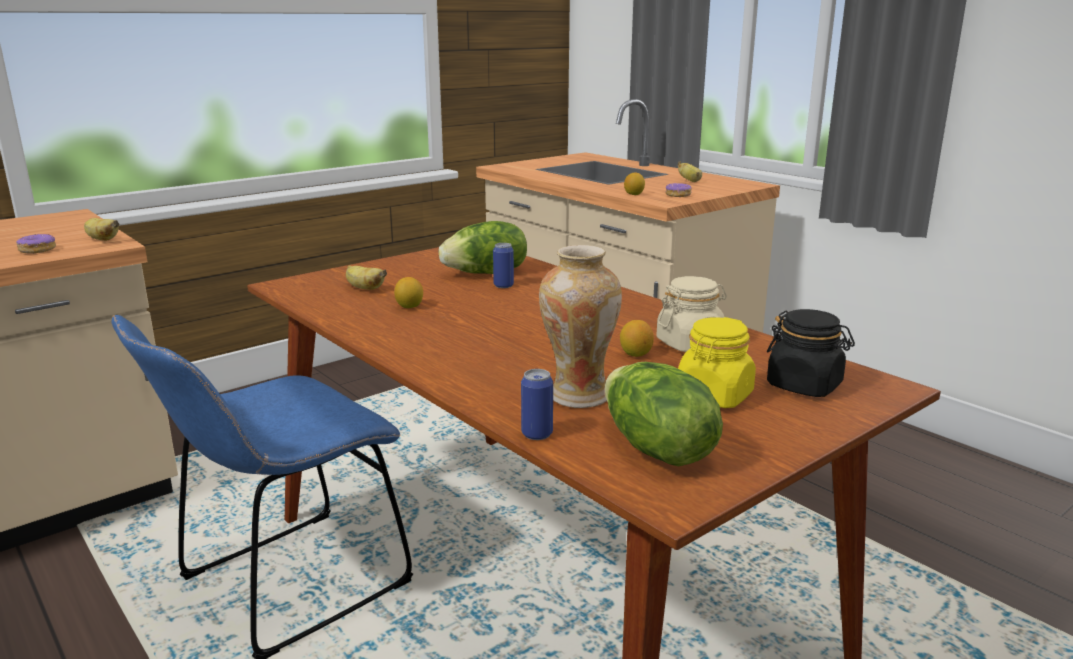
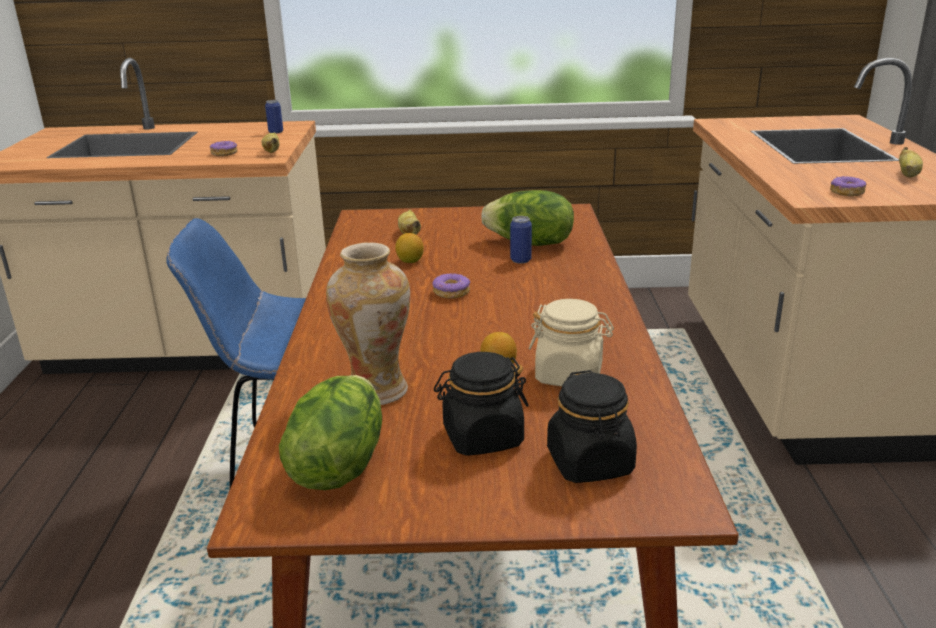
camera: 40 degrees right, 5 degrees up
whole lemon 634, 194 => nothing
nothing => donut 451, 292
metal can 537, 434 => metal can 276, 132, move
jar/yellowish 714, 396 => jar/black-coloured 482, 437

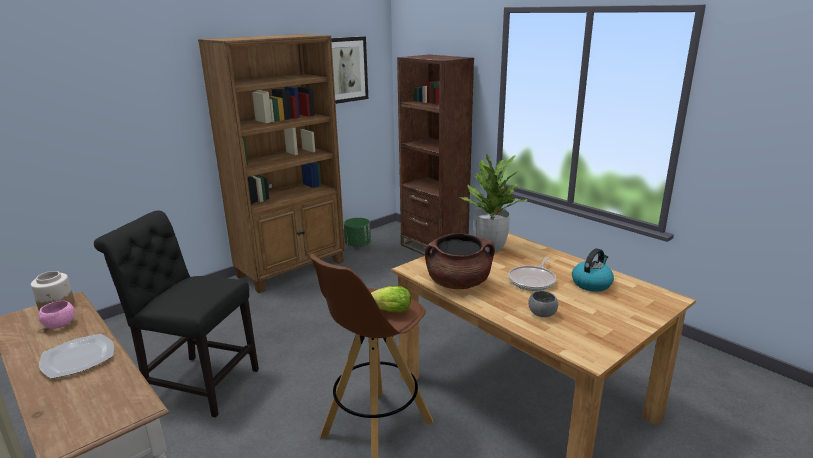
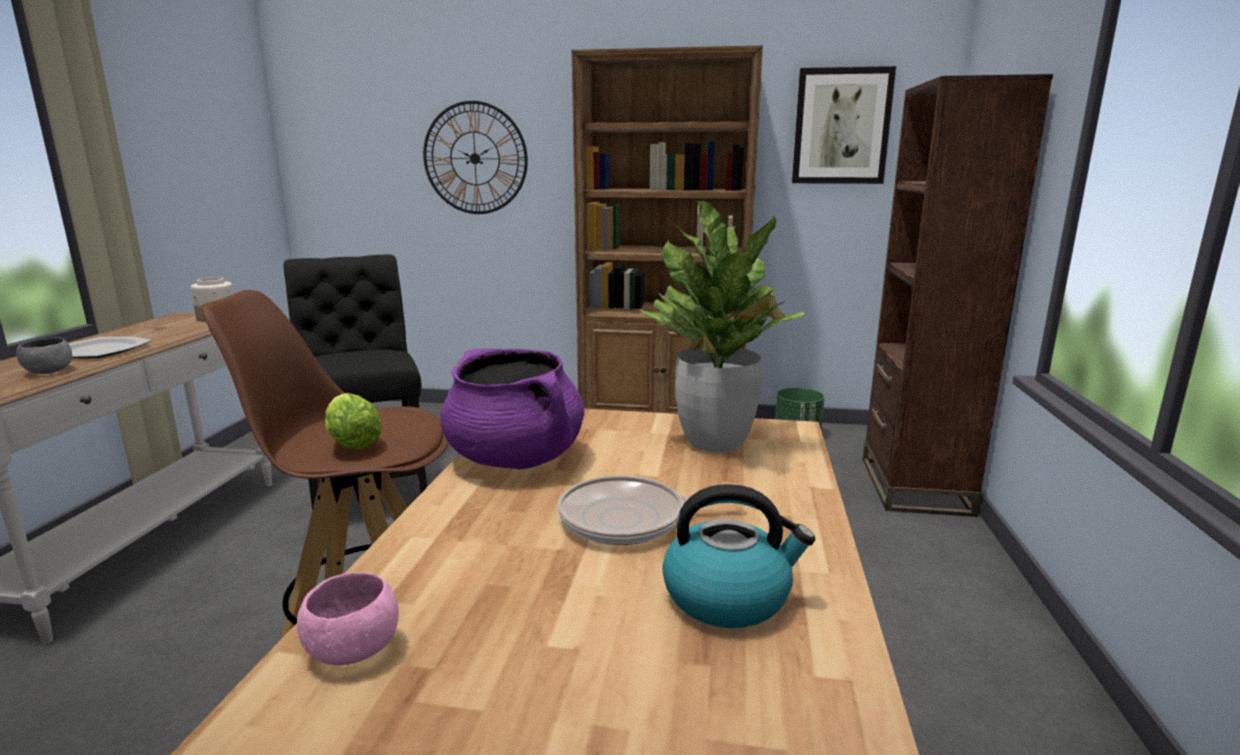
camera: 50 degrees right, 5 degrees down
nothing => clock on the wall 475, 158
bowl/pinkish 60, 325 => bowl/pinkish 353, 649, move
bowl/gray 542, 314 => bowl/gray 49, 372, move
stockpot/brown-coloured 458, 283 => stockpot/purplish 516, 458

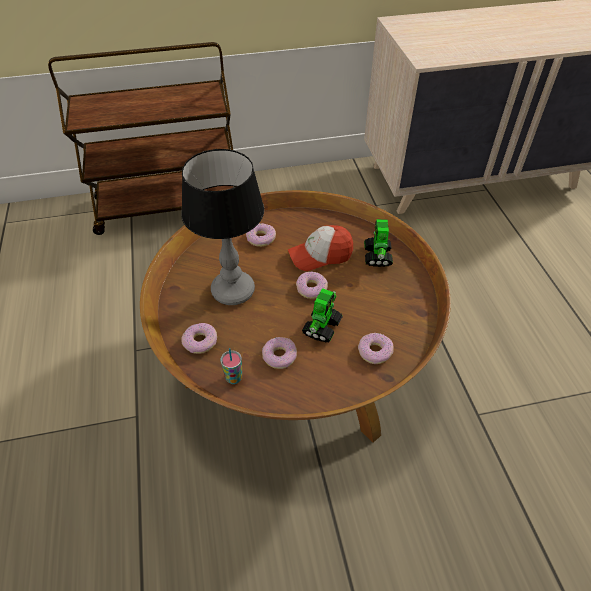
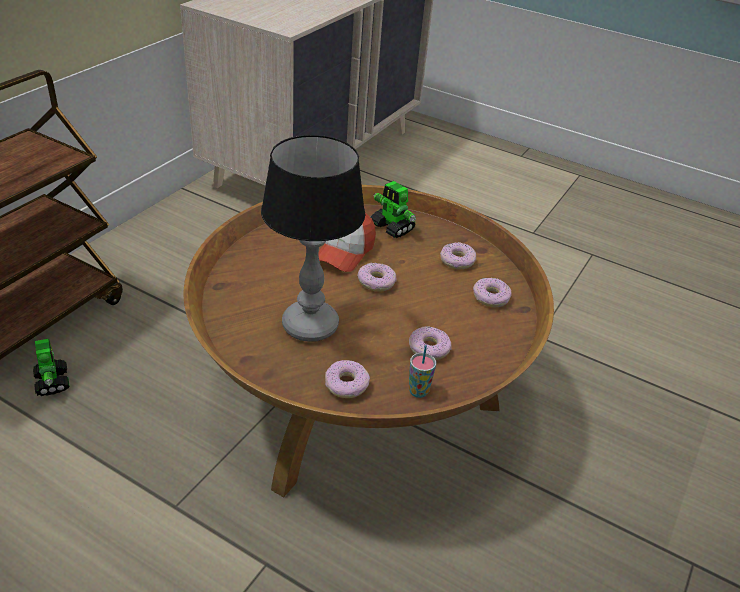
camera: 50 degrees left, 10 degrees down
donut 261, 238 => donut 457, 261, move
toy robot 322, 327 => toy robot 52, 381, move

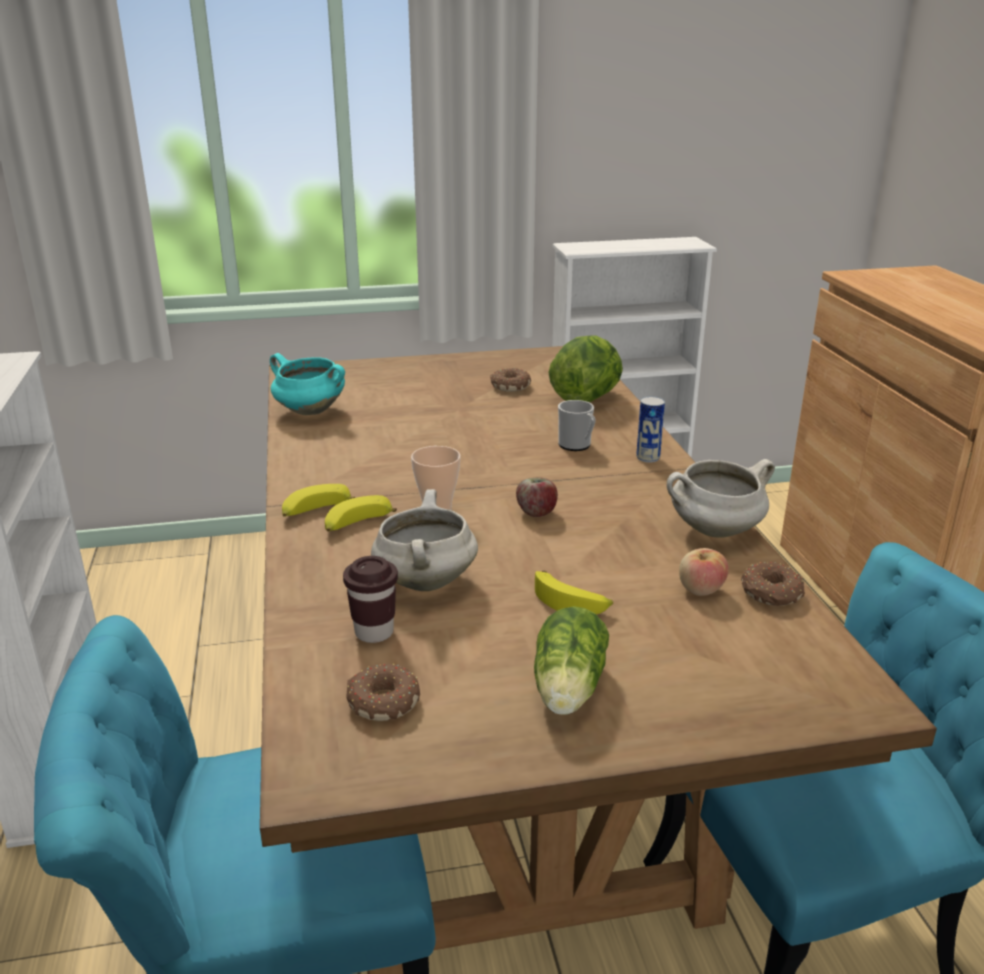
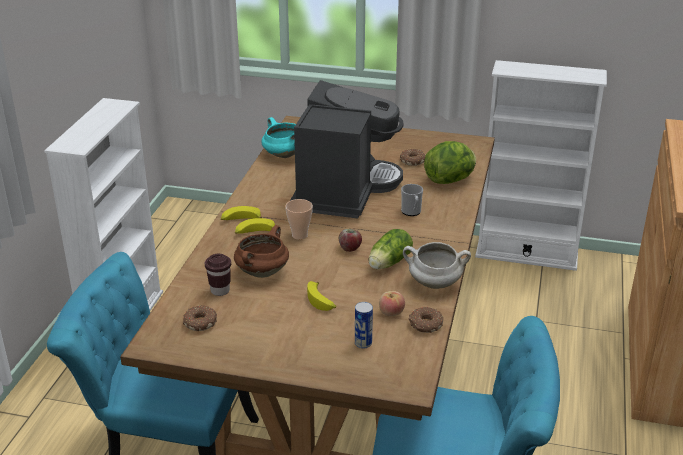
camera: 25 degrees right, 5 degrees up
nothing => coffee brewer 343, 190
head of lettuce 567, 691 => head of lettuce 388, 263, move
metal can 648, 458 => metal can 363, 343, move
stockpot/whitish 424, 581 => stockpot/brown-coloured 262, 272

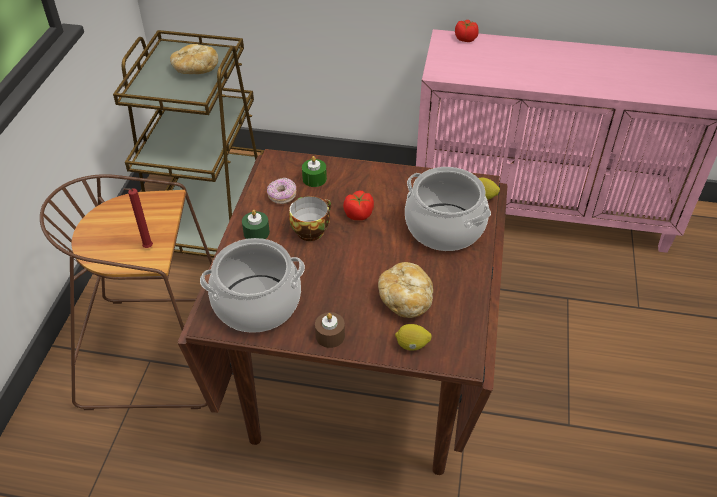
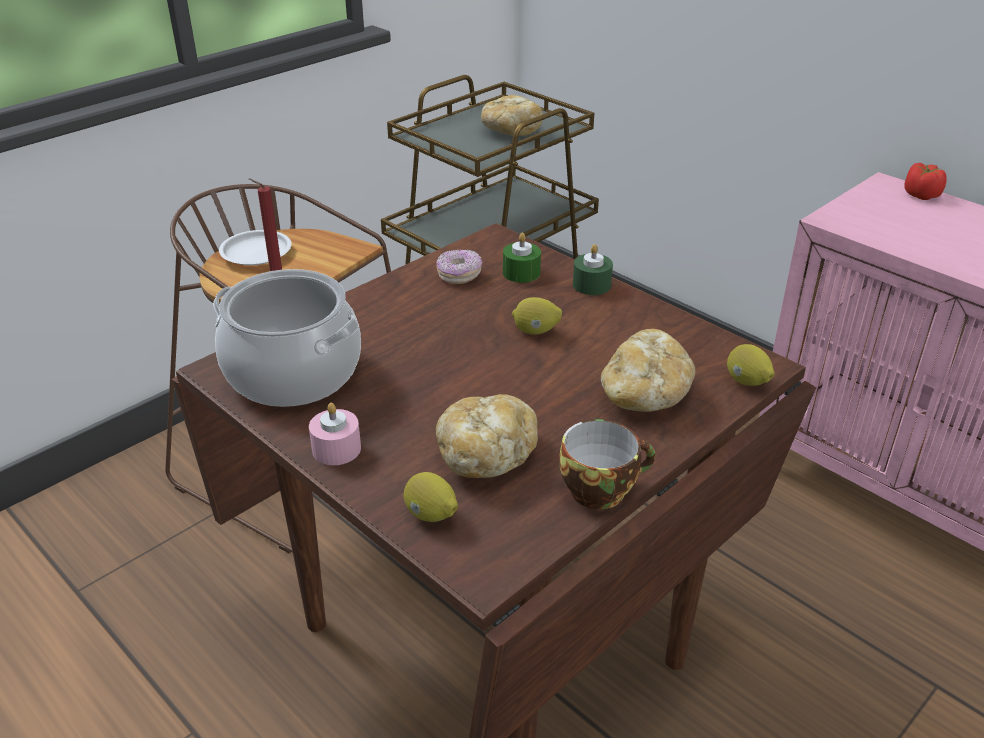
camera: 35 degrees right, 10 degrees down
nothing => flat dish/whitish 256, 252
wax light/greenish 256, 232 => wax light/greenish 591, 285, move
small cup 311, 230 => small cup 601, 488, move
whole tomato 359, 214 => whole lemon 536, 331
stockpot 445, 227 => bakery bread 645, 394
wax light/brown-coloured 330, 336 => wax light/pinkish 336, 449

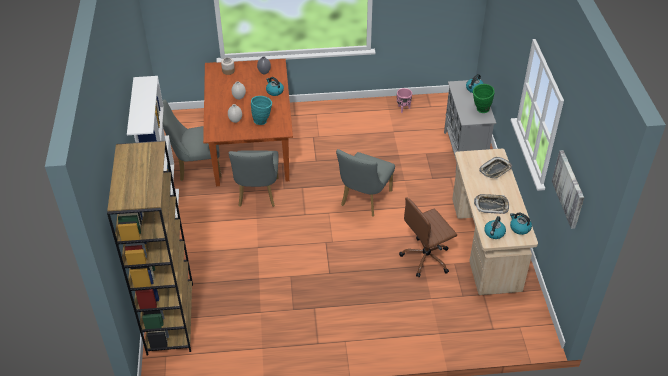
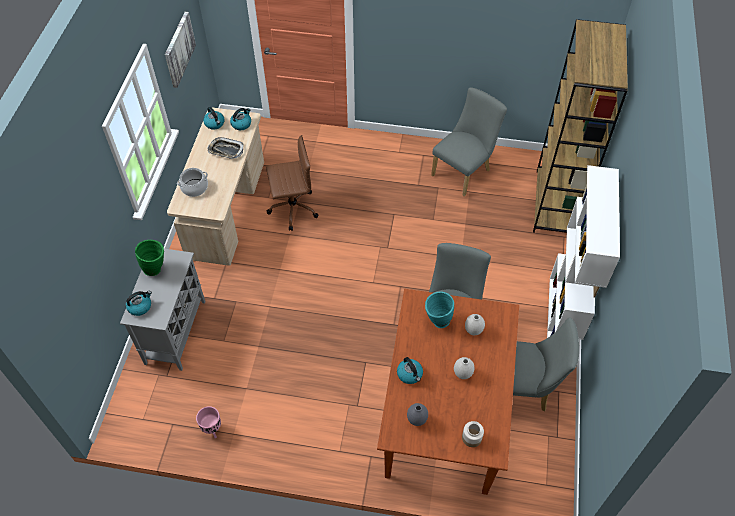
camera: 165 degrees left, 10 degrees up
upright chair/gray 364, 200 => upright chair/gray 464, 171, move
tray 495, 170 => stockpot 194, 187

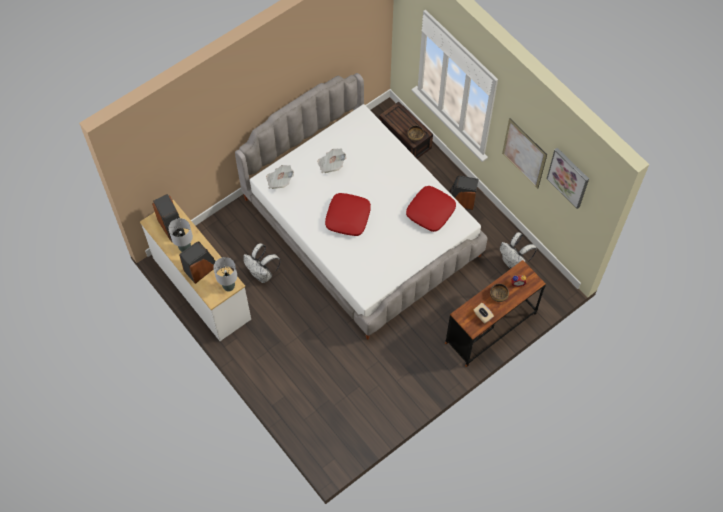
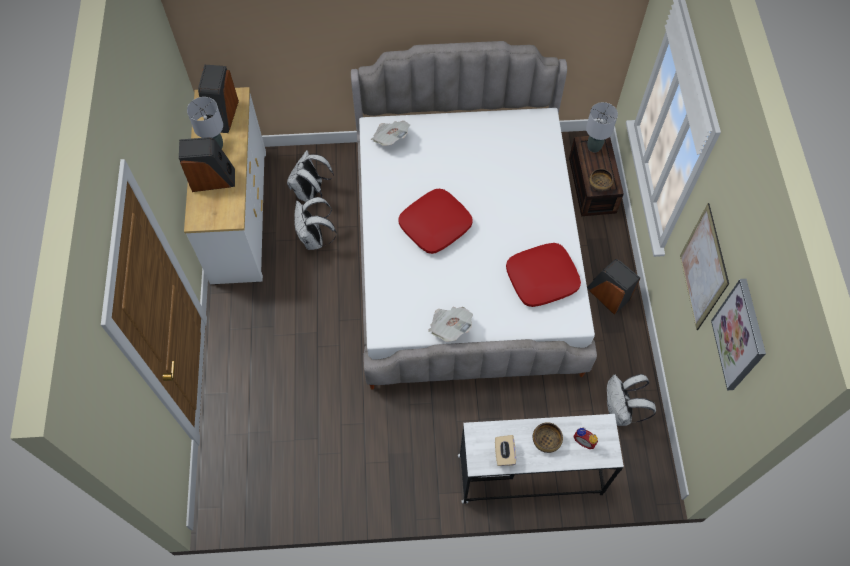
camera: 35 degrees right, 0 degrees up
nothing => knapsack/whitish 311, 193
lamp for a table/gray 228, 287 => lamp for a table/gray 593, 147, move
printed paper 331, 164 => printed paper 449, 327, move
desk/brown-coloured 490, 328 => desk/whitish 529, 475

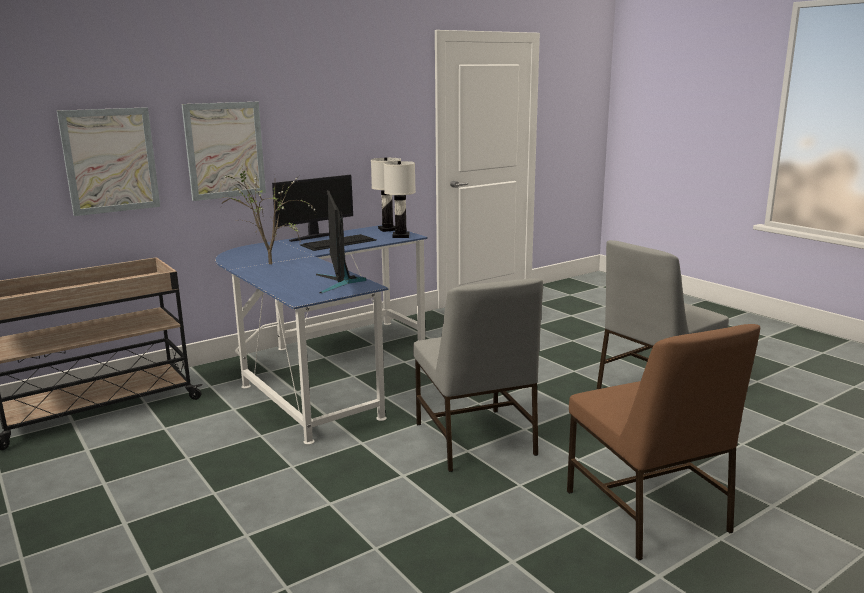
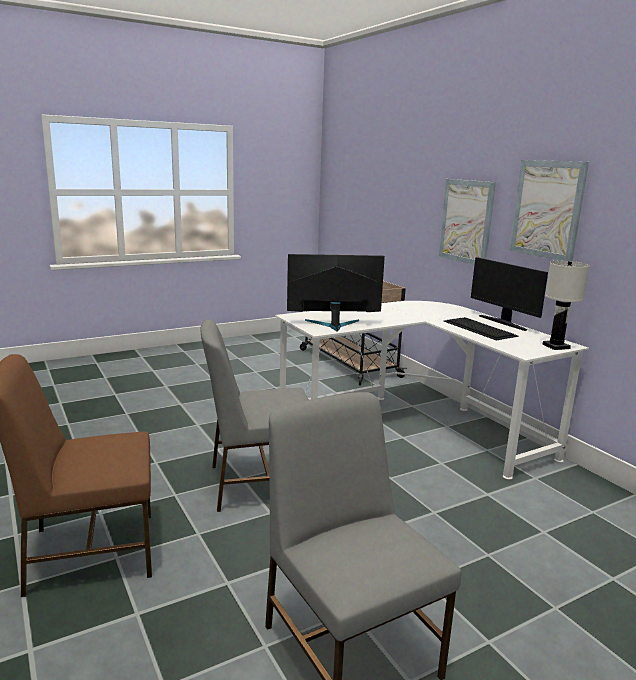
camera: 95 degrees right, 0 degrees up
plant in a pot 270, 264 => nothing
lamp for a table/whitish 401, 236 => nothing
picture 110, 160 => picture 547, 209, move
desk/blue-coloured 323, 370 => desk/whitish 415, 425

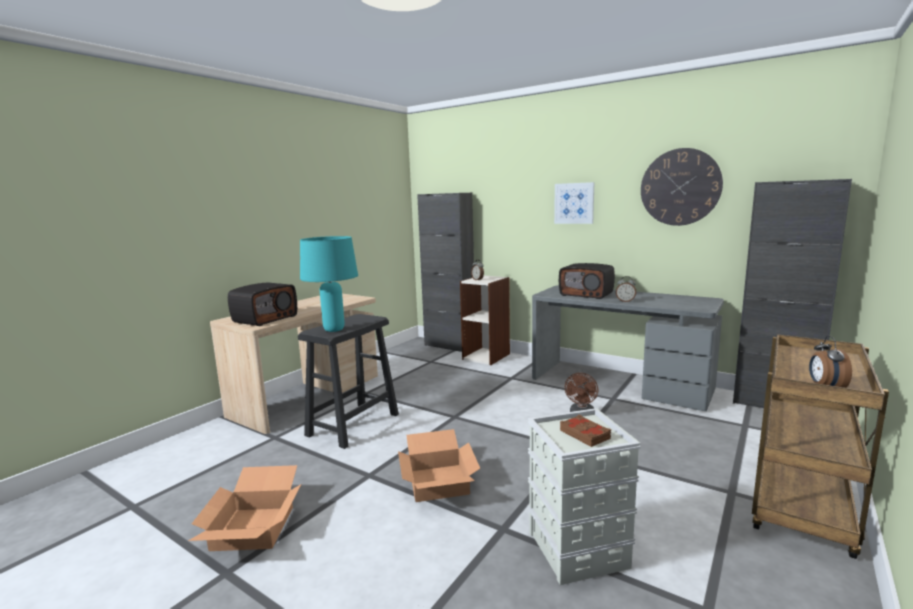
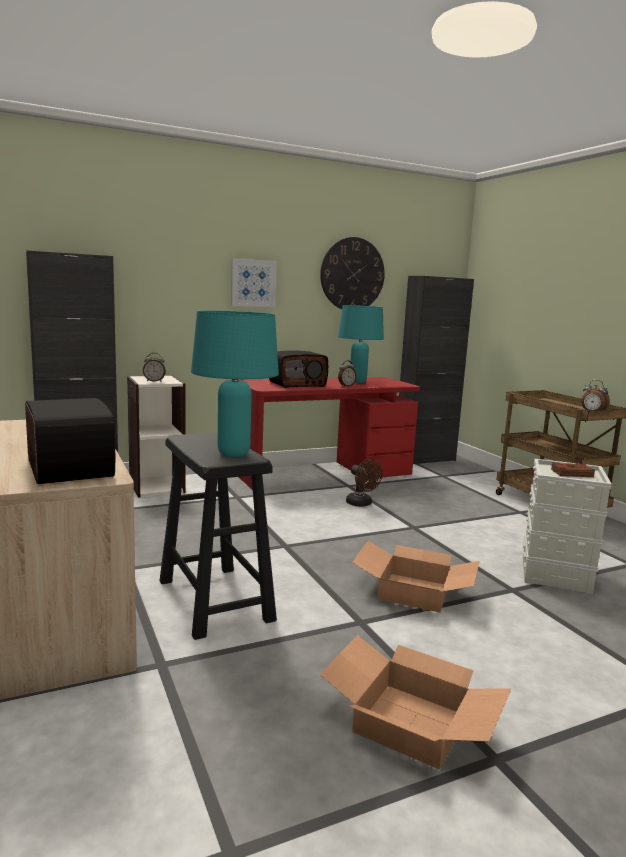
camera: 60 degrees left, 0 degrees up
nothing => lamp for a table/turquoise-coloured 358, 382
desk/gray 619, 383 => desk/reddish 323, 473

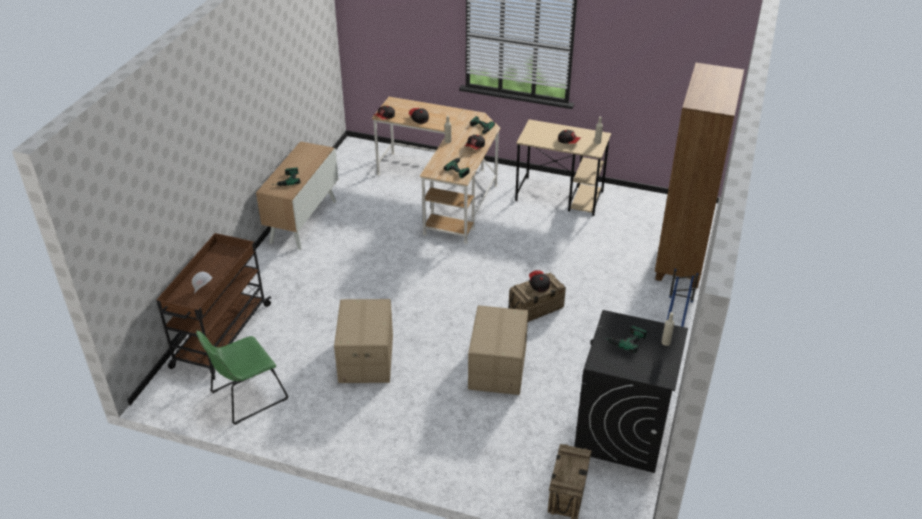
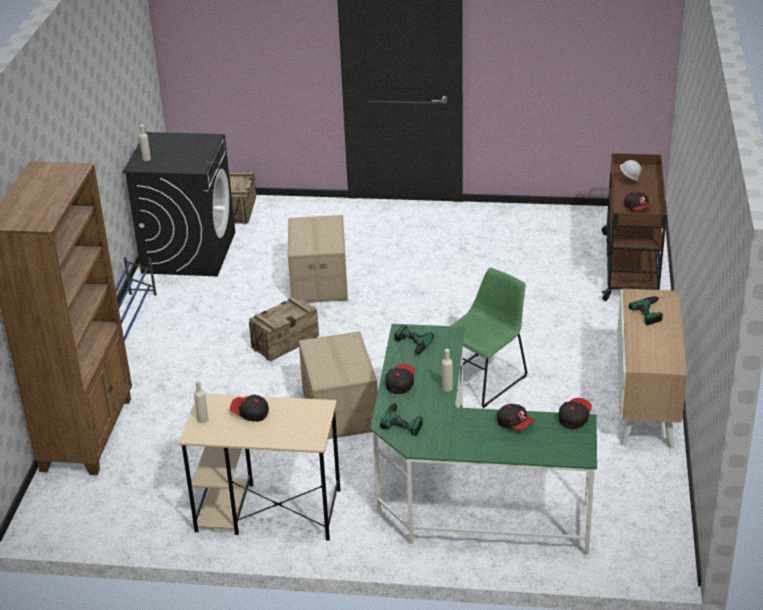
camera: 170 degrees right, 5 degrees down
power drill 623, 339 => nothing
upright chair/greenish 246, 397 => upright chair/greenish 484, 377, move
cardboard box 365, 358 => cardboard box 341, 410, move
peaked cap 539, 284 => peaked cap 637, 208, move
desk/sand-coloured 445, 190 => desk/greenish 460, 492

